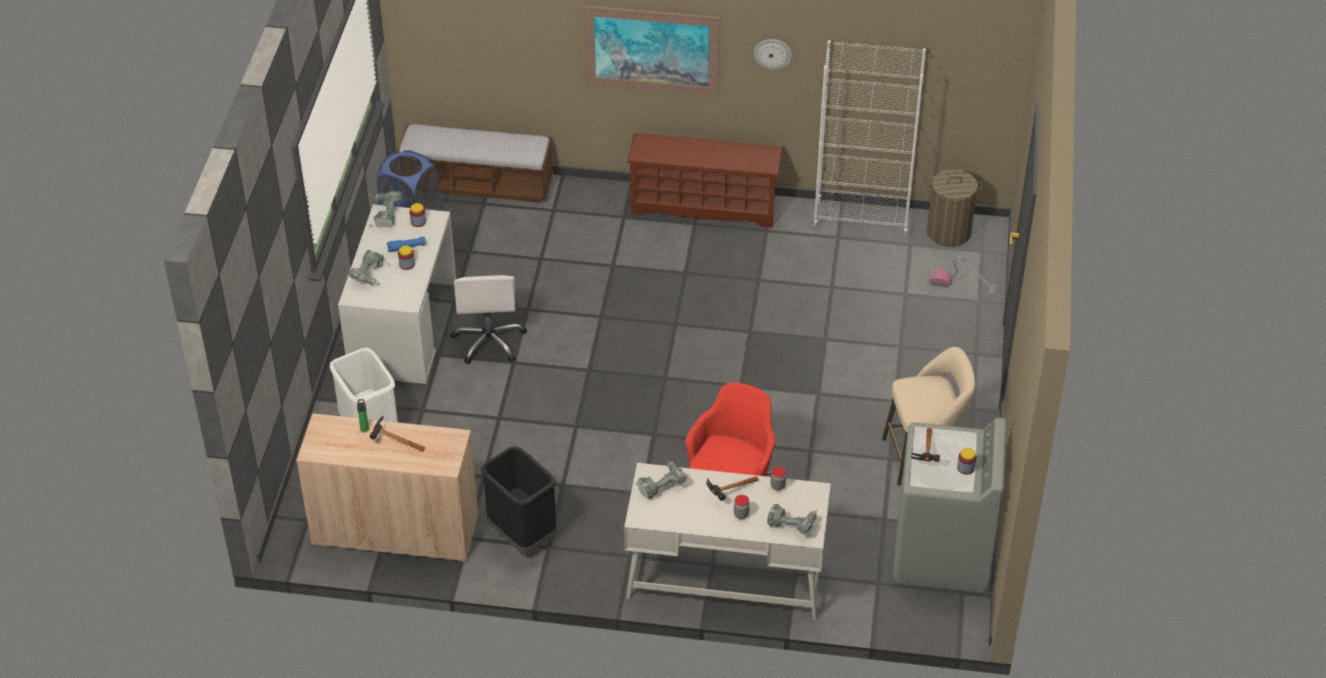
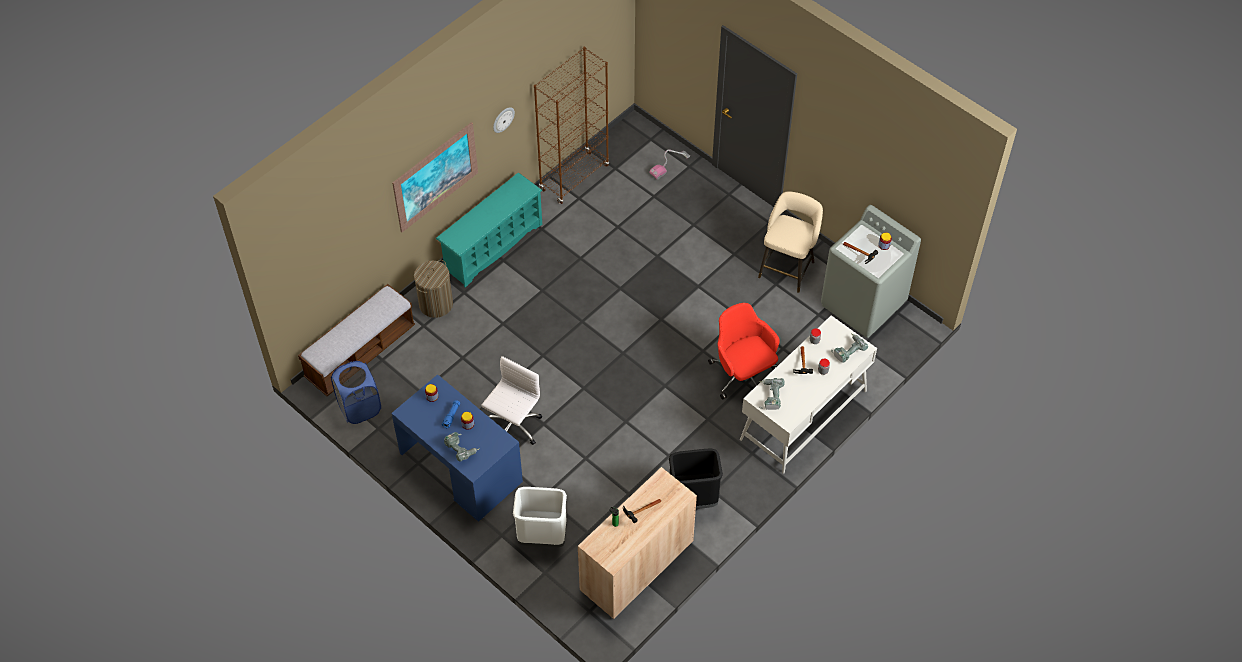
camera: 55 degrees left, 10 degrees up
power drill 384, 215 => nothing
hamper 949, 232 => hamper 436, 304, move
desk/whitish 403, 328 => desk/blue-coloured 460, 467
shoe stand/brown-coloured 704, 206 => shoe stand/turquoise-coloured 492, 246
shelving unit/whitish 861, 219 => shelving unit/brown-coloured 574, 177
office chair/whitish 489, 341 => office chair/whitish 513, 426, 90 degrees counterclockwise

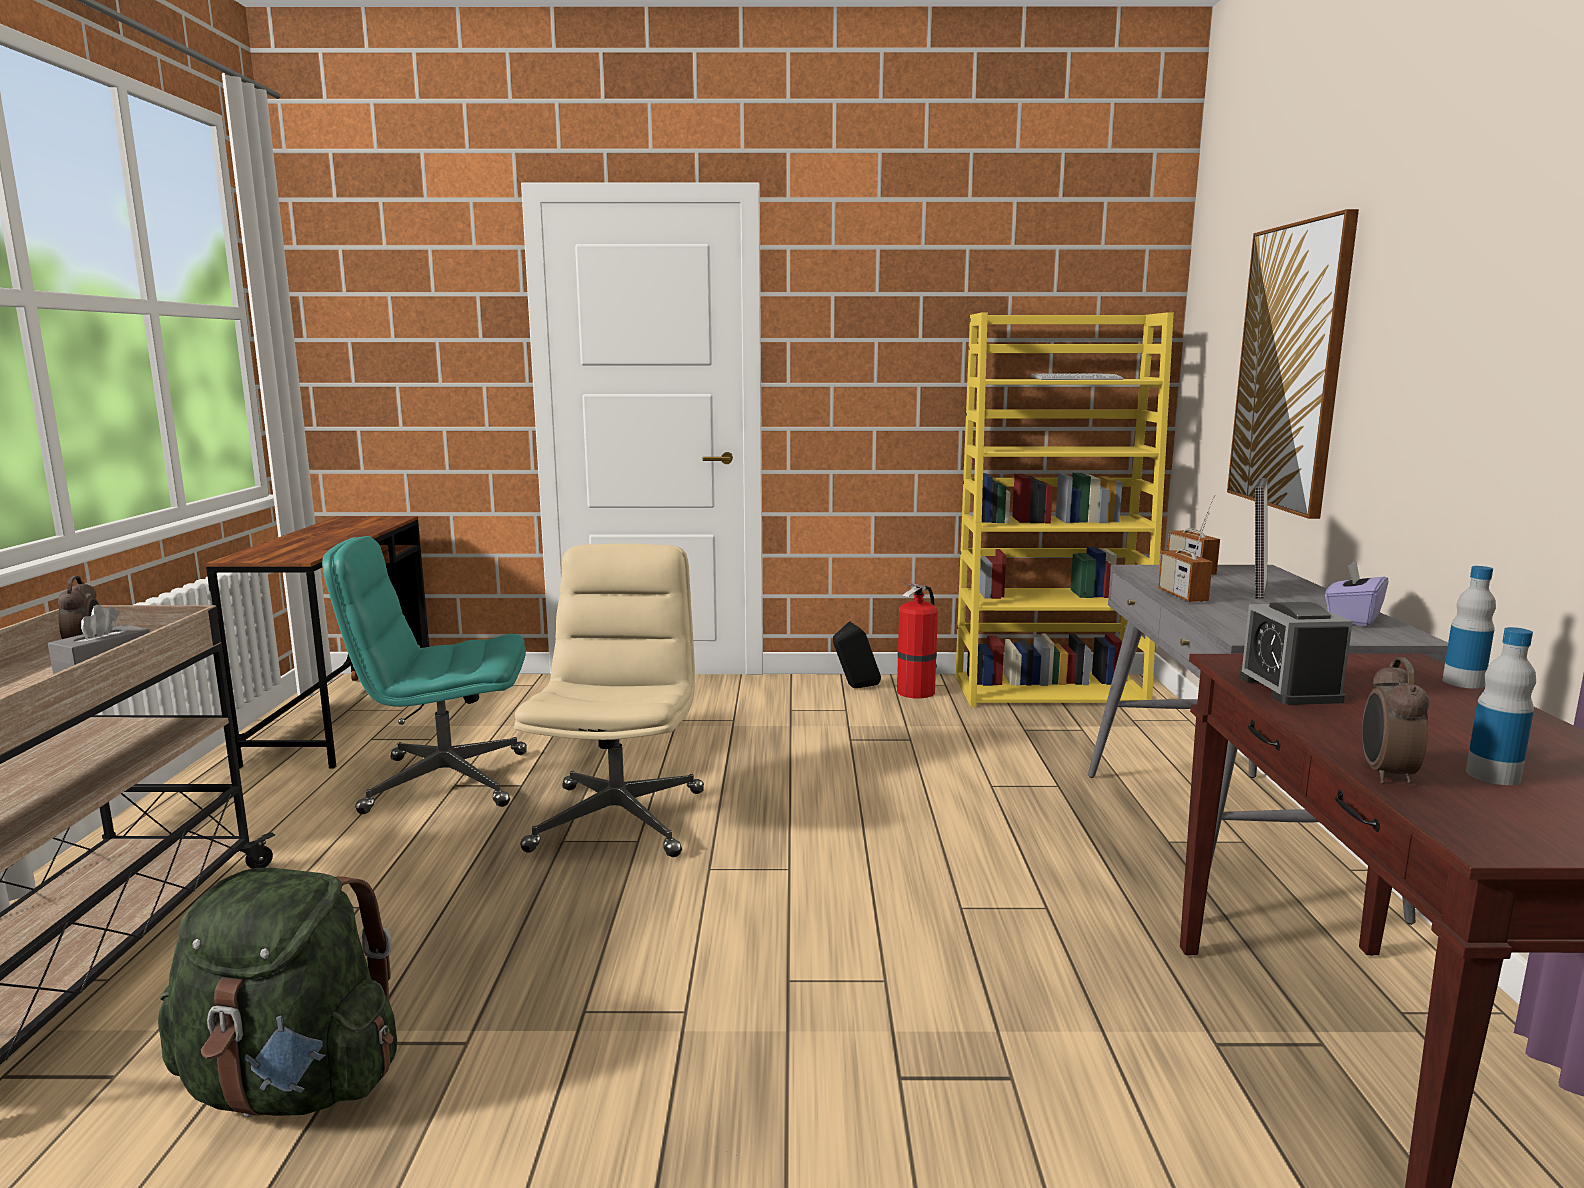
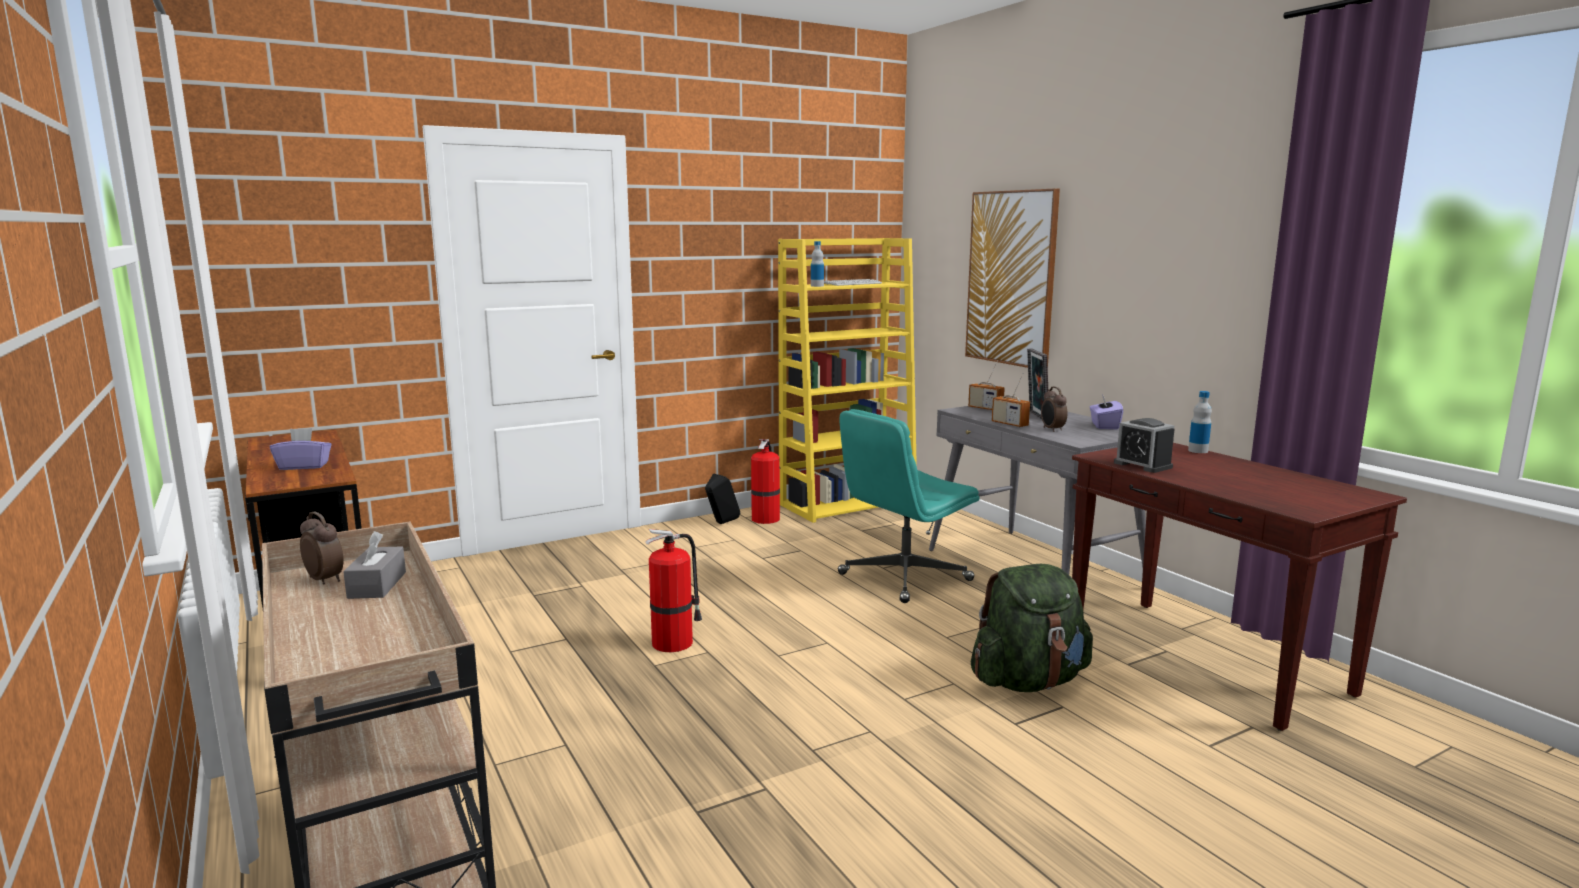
camera: 30 degrees left, 0 degrees up
nothing => tissue box/purplish 304, 466
knapsack/greenish 293, 1085 => knapsack/greenish 1028, 681, move
office chair/turquoise-coloured 444, 782 => office chair/turquoise-coloured 904, 578, move
bedside clock 1385, 775 => bedside clock 1052, 429, move
beverage bottle 1492, 775 => beverage bottle 817, 286, move
office chair/sand-coloured 618, 819 => extinguisher 674, 642

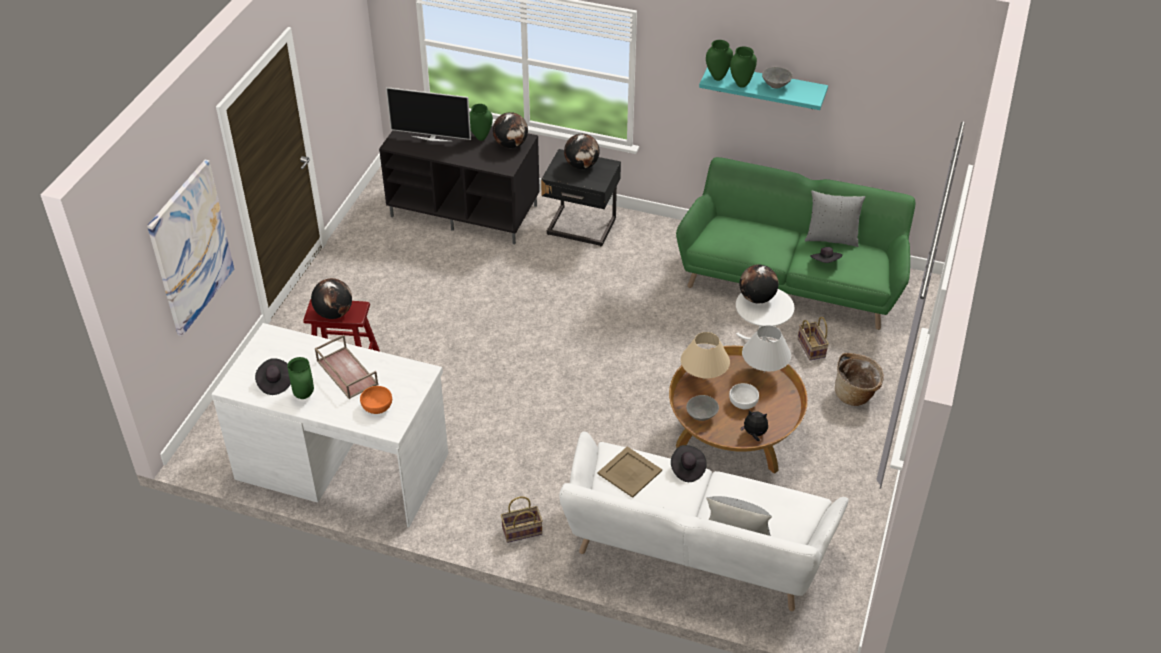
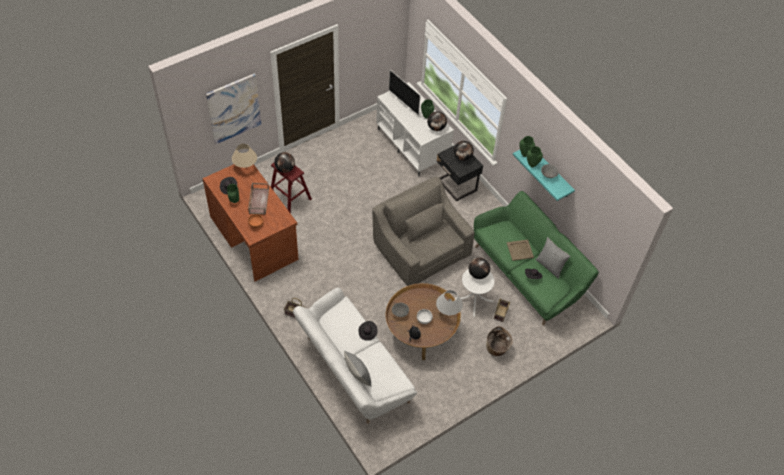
camera: 35 degrees right, 10 degrees up
nothing => armchair/gray 420, 249
tray/sand-coloured 629, 472 => tray/sand-coloured 519, 250, move
lamp for a table/sand-coloured 703, 379 => lamp for a table/sand-coloured 245, 167, move
desk/whitish 342, 465 => desk/brown-coloured 254, 237
tv stand/black-coloured 465, 210 => tv stand/whitish 413, 145

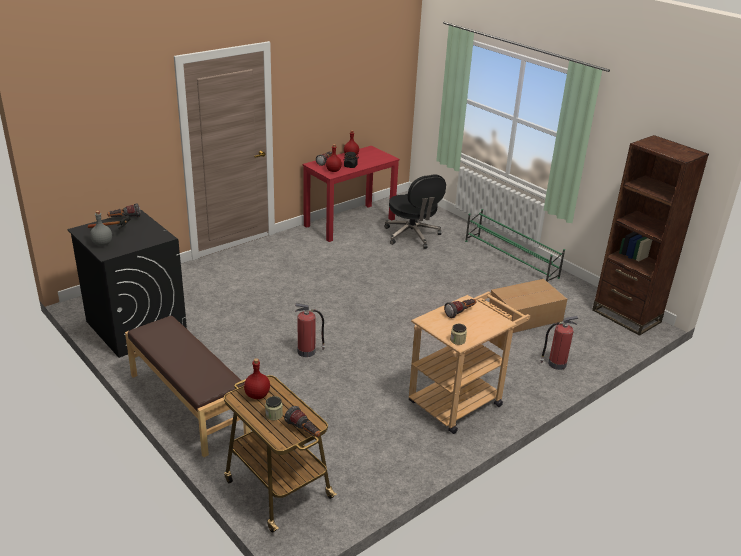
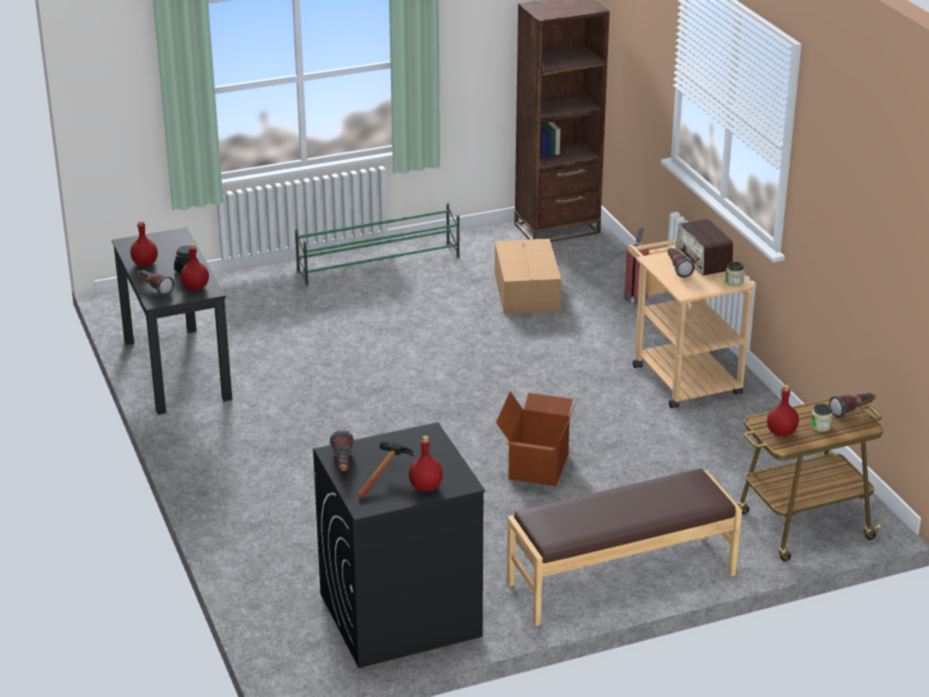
camera: 70 degrees left, 0 degrees up
office chair/black-coloured 412, 236 => nothing
nothing => radio set 703, 260
extinguisher 307, 351 => cardboard box 537, 466
beverage bottle/gray 102, 244 => beverage bottle/reddish 426, 487
desk/reddish 350, 222 => desk/black-coloured 176, 369

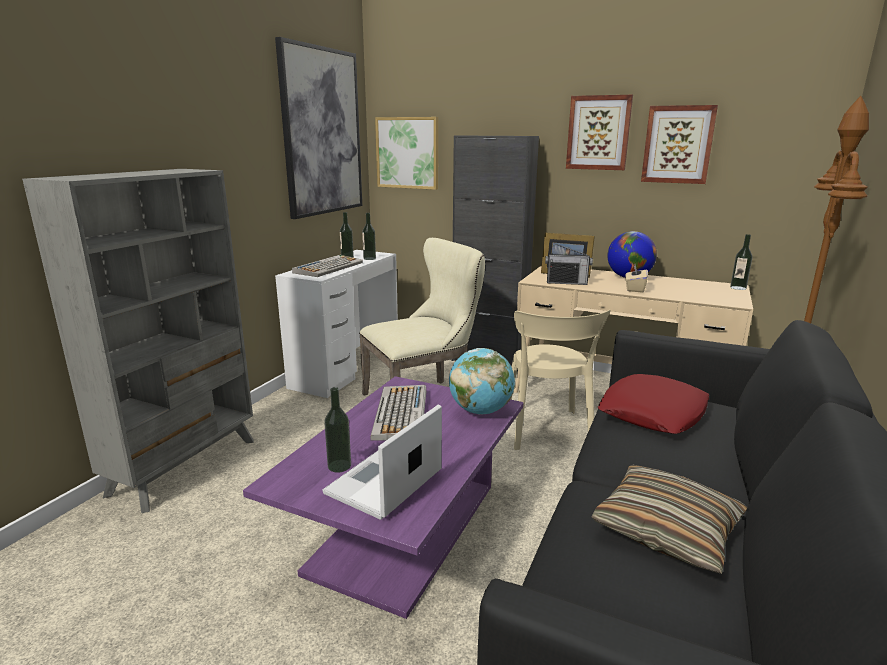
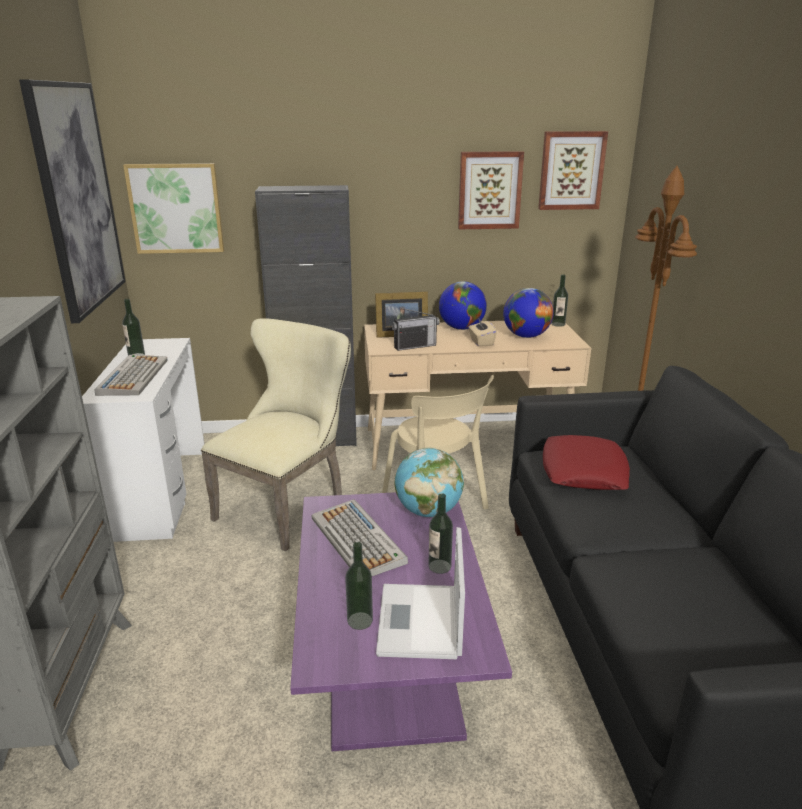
camera: 30 degrees left, 5 degrees up
throw pillow 667, 529 => nothing
nothing => globe 526, 336
beverage bottle 369, 258 => beverage bottle 439, 566, move
picture 598, 133 => picture 571, 170, move

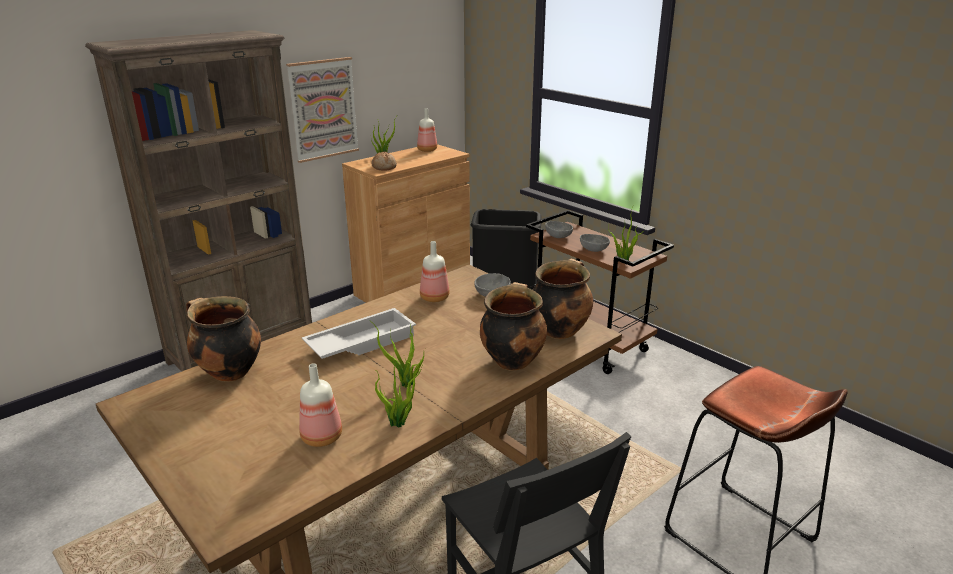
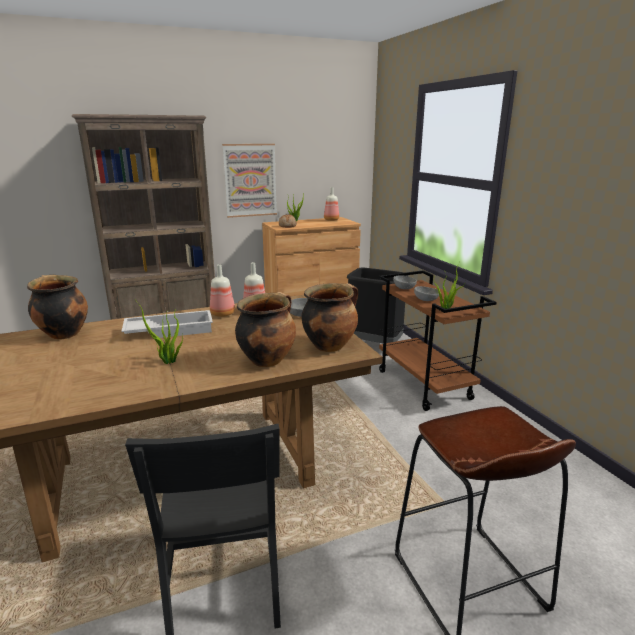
camera: 20 degrees right, 5 degrees down
plant in a pot 400, 423 => nothing
beverage bottle 323, 437 => beverage bottle 223, 314, move

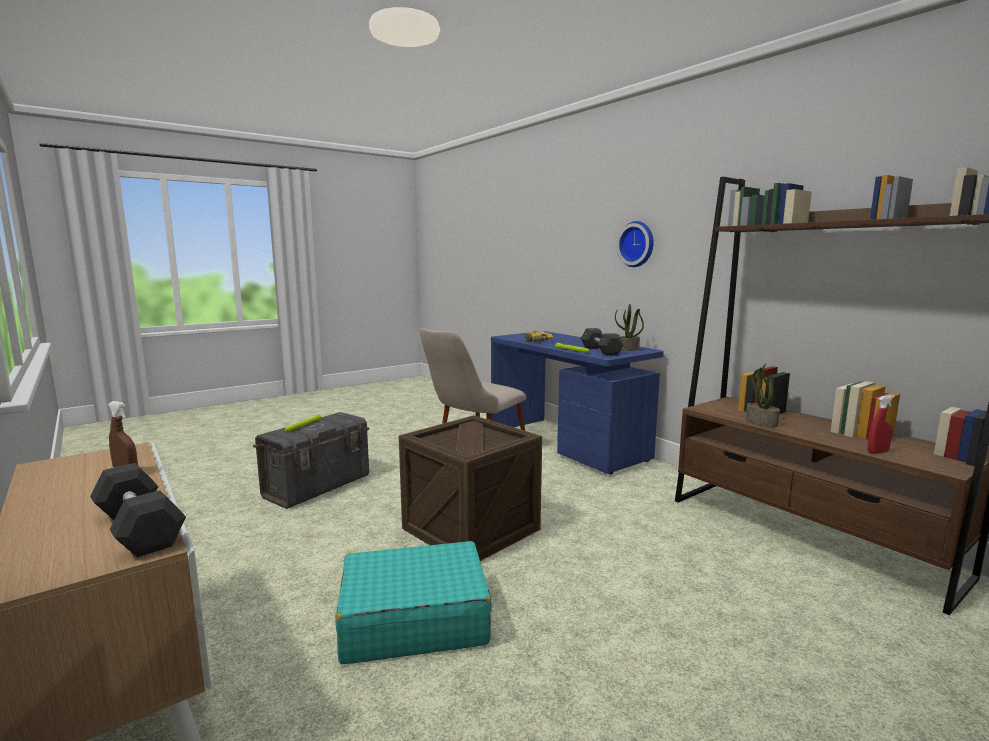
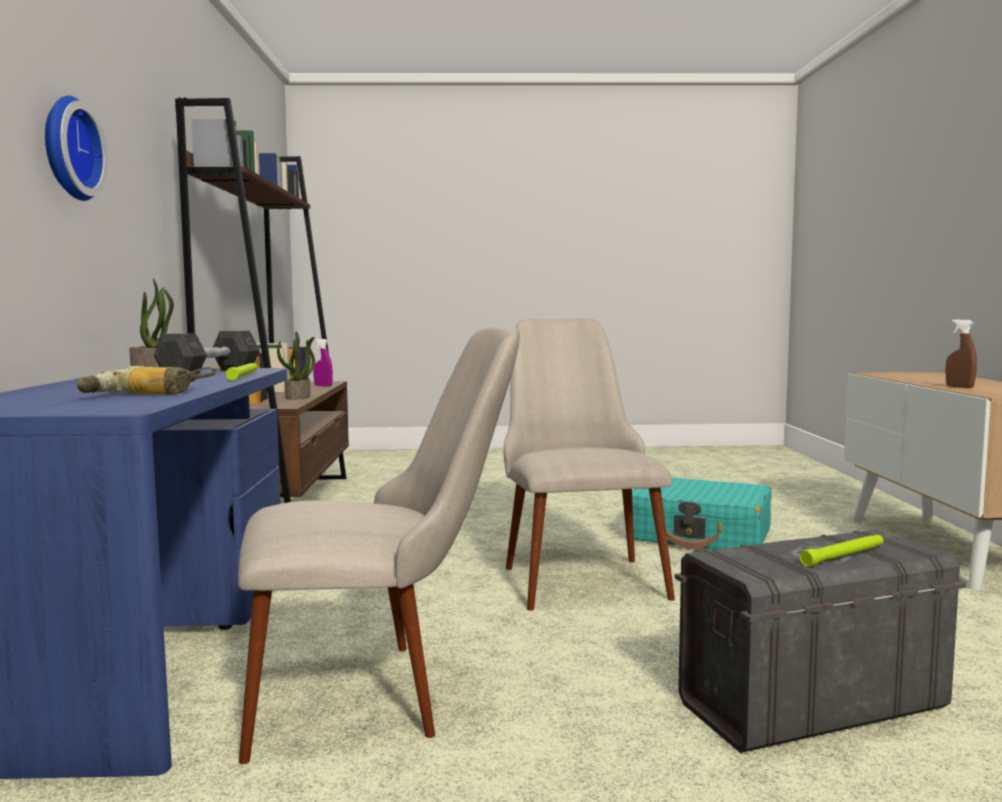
camera: 145 degrees left, 5 degrees down
hand weight/gray 139, 529 => nothing
shipping crate 471, 529 => upright chair/sand-coloured 577, 573
spray bottle/reddish 877, 452 => spray bottle/purplish 323, 386

